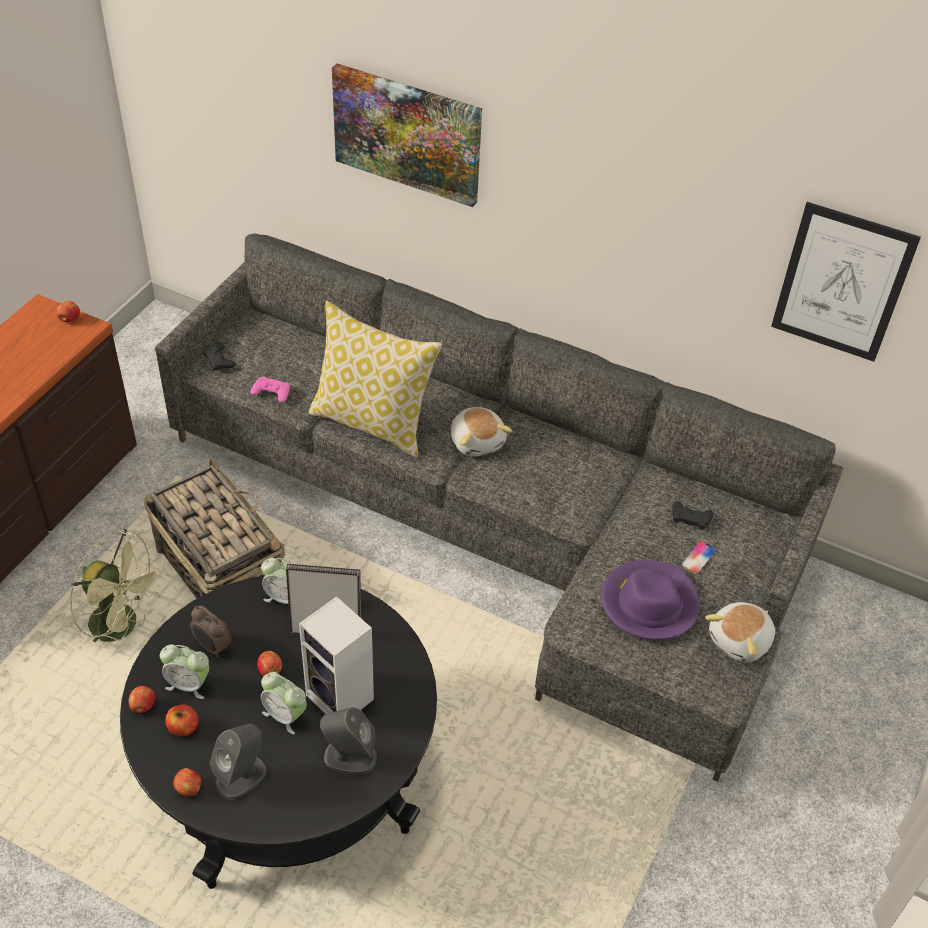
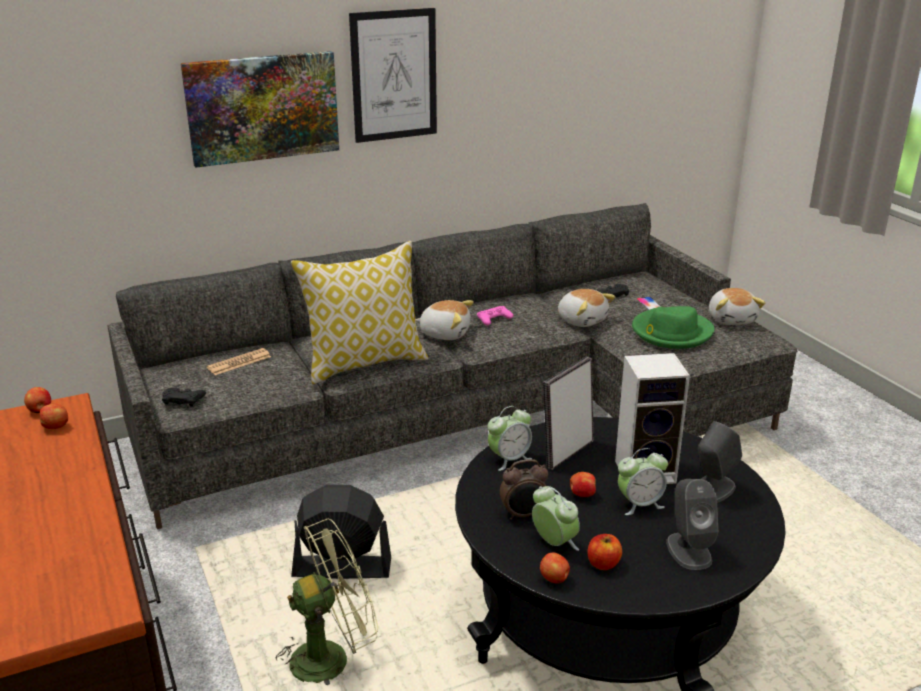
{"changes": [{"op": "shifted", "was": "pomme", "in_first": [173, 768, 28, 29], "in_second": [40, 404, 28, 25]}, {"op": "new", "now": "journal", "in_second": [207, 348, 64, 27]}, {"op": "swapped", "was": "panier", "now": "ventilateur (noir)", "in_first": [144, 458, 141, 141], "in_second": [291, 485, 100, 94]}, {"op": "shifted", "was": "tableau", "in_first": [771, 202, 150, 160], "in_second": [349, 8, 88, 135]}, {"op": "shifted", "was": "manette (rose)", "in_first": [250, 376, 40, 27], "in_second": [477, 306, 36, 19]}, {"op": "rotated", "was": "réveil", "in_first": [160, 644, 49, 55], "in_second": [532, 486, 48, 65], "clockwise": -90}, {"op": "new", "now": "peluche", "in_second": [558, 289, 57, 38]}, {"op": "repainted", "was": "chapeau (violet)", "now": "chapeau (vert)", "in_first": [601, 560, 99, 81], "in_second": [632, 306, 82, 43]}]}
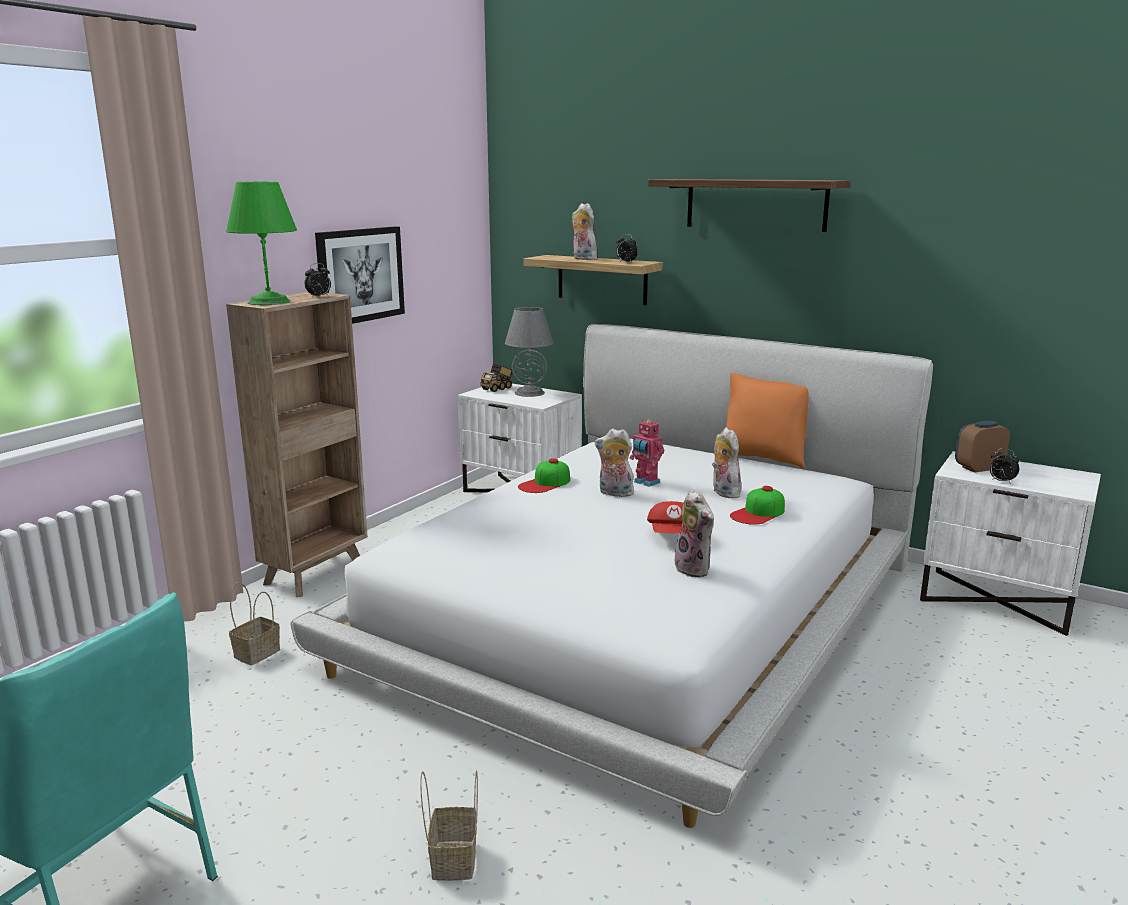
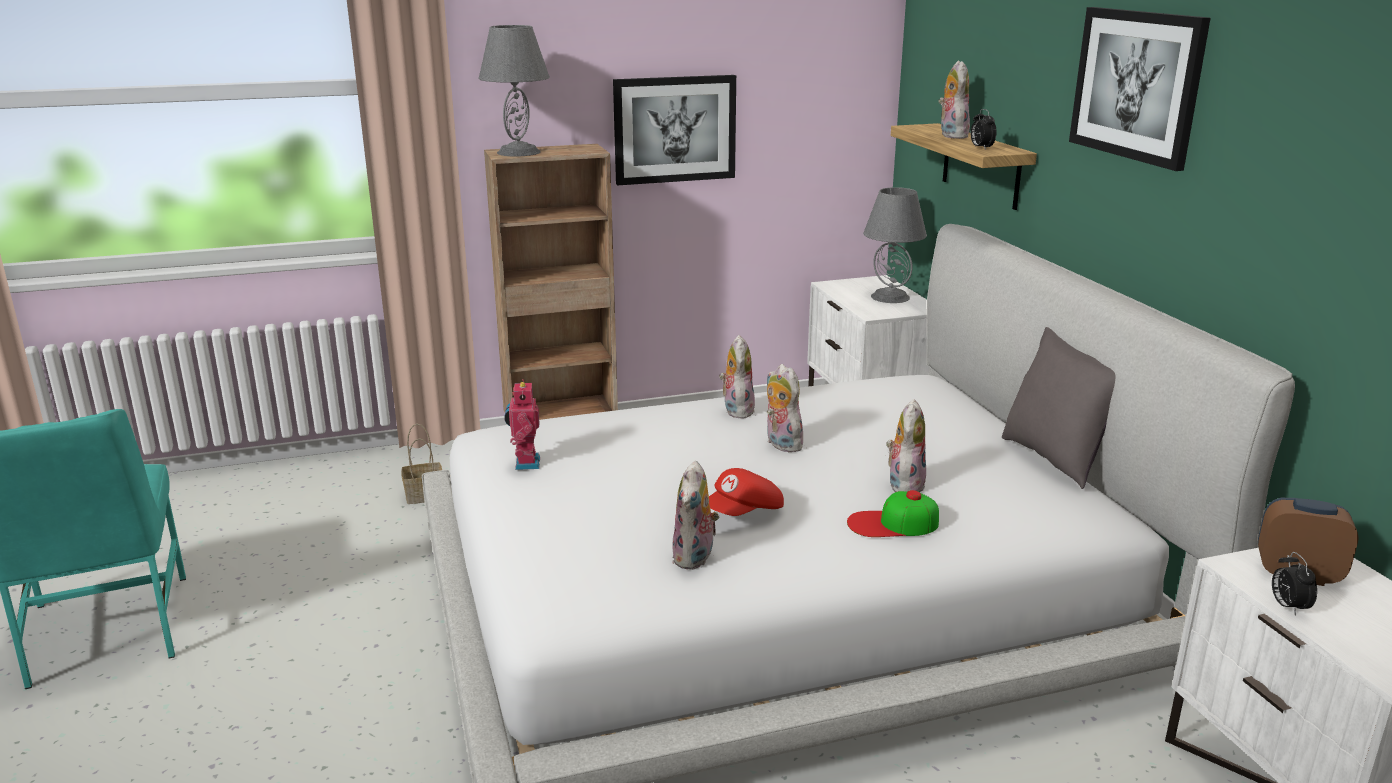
{"changes": [{"op": "repainted", "was": "lampe de table (vert)", "now": "lampe de table (gris)", "in_first": [226, 182, 71, 123], "in_second": [478, 25, 72, 131]}, {"op": "shifted", "was": "robot jouet", "in_first": [630, 419, 34, 68], "in_second": [504, 379, 36, 91]}, {"op": "swapped", "was": "casquette", "now": "peluche", "in_first": [518, 458, 52, 35], "in_second": [719, 335, 36, 83]}, {"op": "repainted", "was": "coussin (orange)", "now": "coussin (gris)", "in_first": [726, 373, 83, 96], "in_second": [1002, 327, 114, 162]}, {"op": "swapped", "was": "étagère", "now": "tableau", "in_first": [648, 179, 202, 53], "in_second": [1069, 7, 142, 164]}, {"op": "gone", "was": "réveil", "in_first": [305, 263, 26, 34]}, {"op": "gone", "was": "panier", "in_first": [420, 770, 58, 111]}, {"op": "gone", "was": "camion jouet", "in_first": [480, 364, 32, 28]}]}
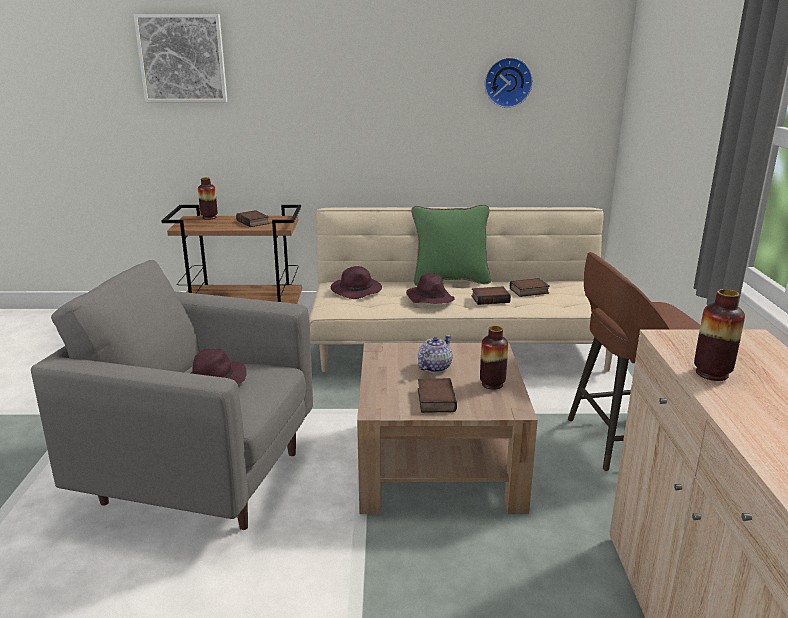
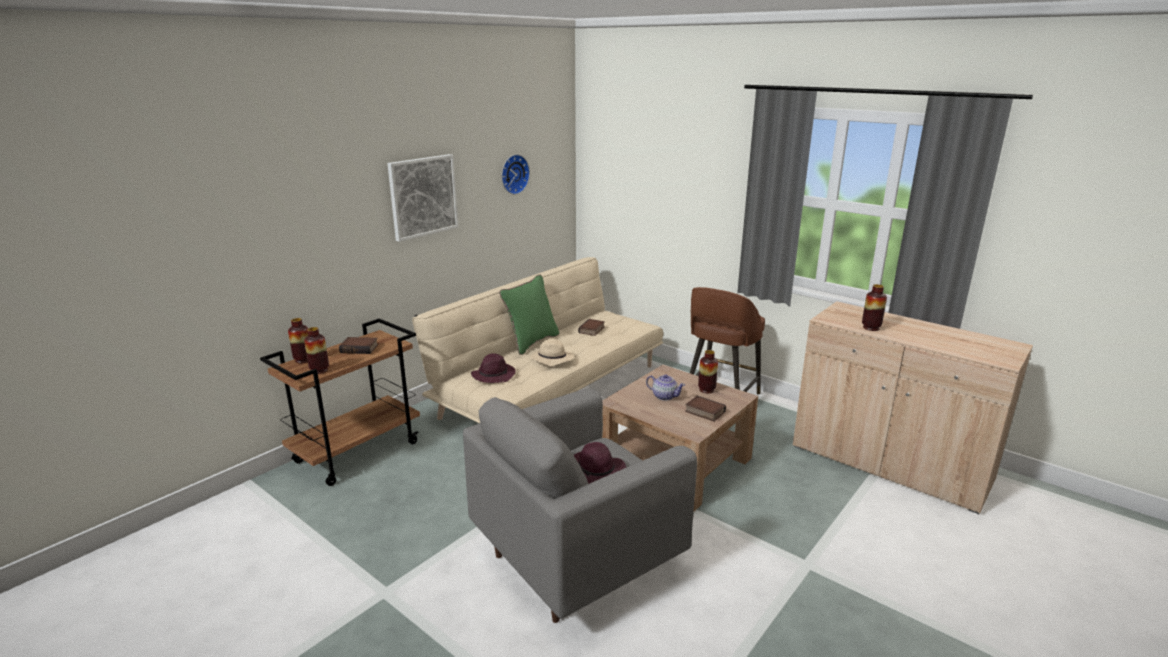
{"changes": [{"op": "new", "now": "vase", "in_second": [304, 327, 25, 47]}, {"op": "shifted", "was": "tableau", "in_first": [134, 14, 93, 88], "in_second": [387, 154, 71, 88]}, {"op": "repainted", "was": "chapeau (violet)", "now": "chapeau (beige)", "in_first": [406, 273, 49, 31], "in_second": [530, 339, 44, 27]}, {"op": "rotated", "was": "théière", "in_first": [418, 335, 35, 38], "in_second": [646, 374, 39, 27], "clockwise": 135}, {"op": "gone", "was": "livre", "in_first": [471, 287, 40, 18]}]}
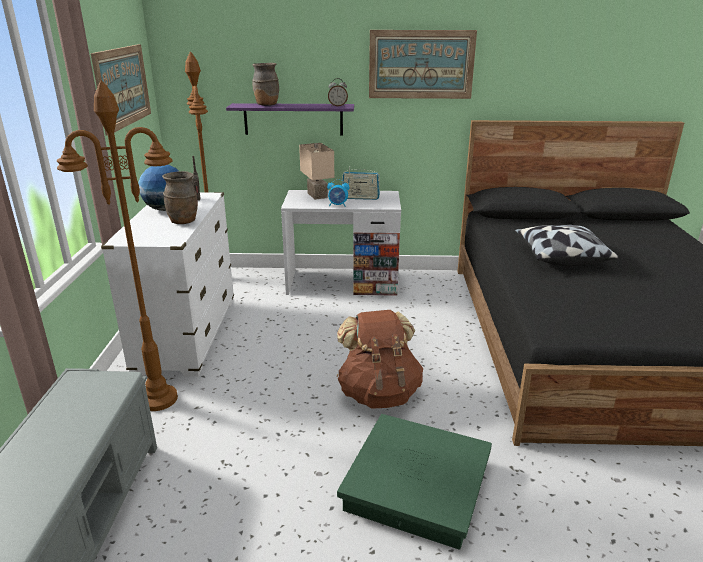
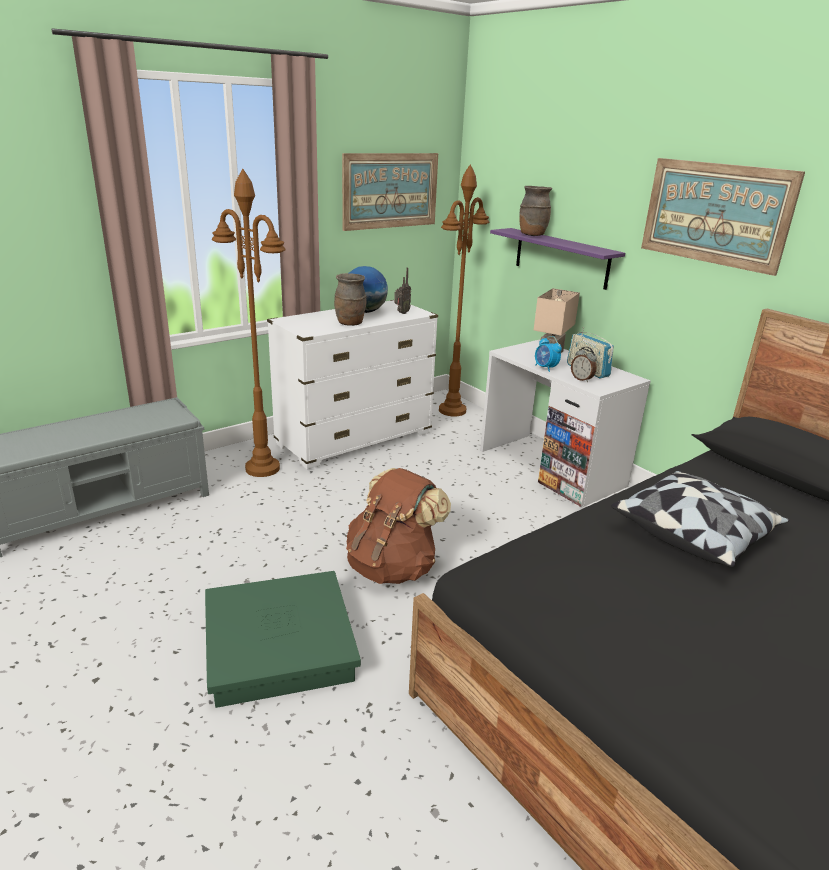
{"changes": [{"op": "shifted", "was": "réveil", "in_first": [328, 78, 20, 28], "in_second": [571, 347, 26, 35]}]}
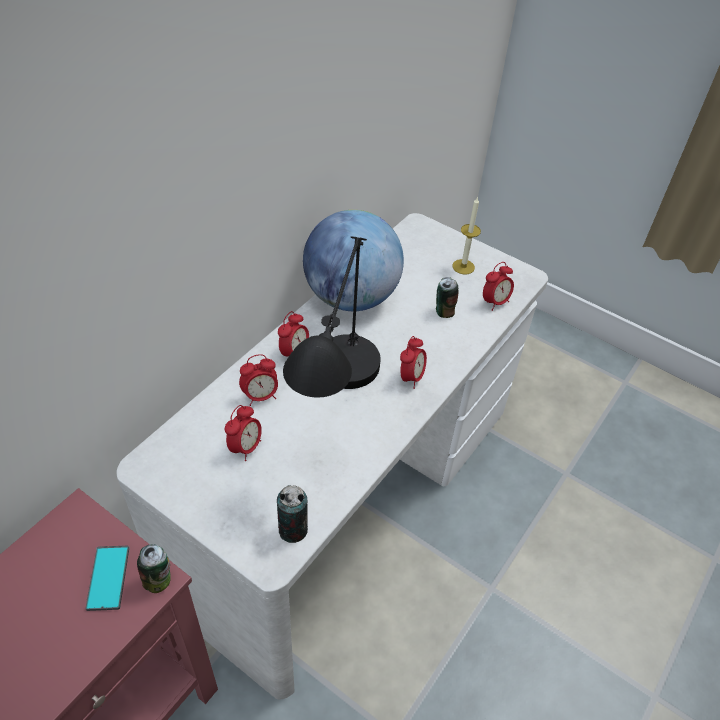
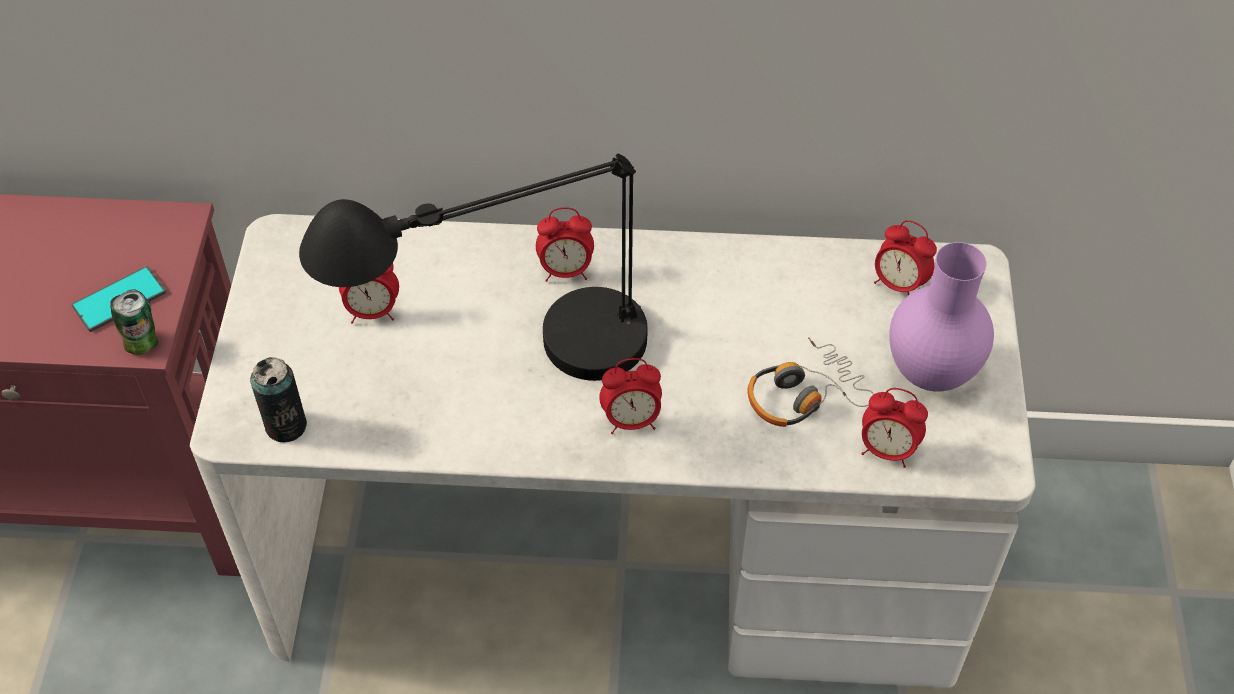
{"changes": [{"op": "swapped", "was": "boîte métallique", "now": "casque audio", "in_first": [436, 277, 22, 41], "in_second": [748, 338, 126, 89]}, {"op": "shifted", "was": "réveil", "in_first": [239, 354, 39, 52], "in_second": [874, 220, 63, 75]}, {"op": "swapped", "was": "bougie", "now": "vase (violet)", "in_first": [452, 196, 29, 79], "in_second": [889, 242, 105, 150]}, {"op": "gone", "was": "globe", "in_first": [303, 210, 101, 101]}]}
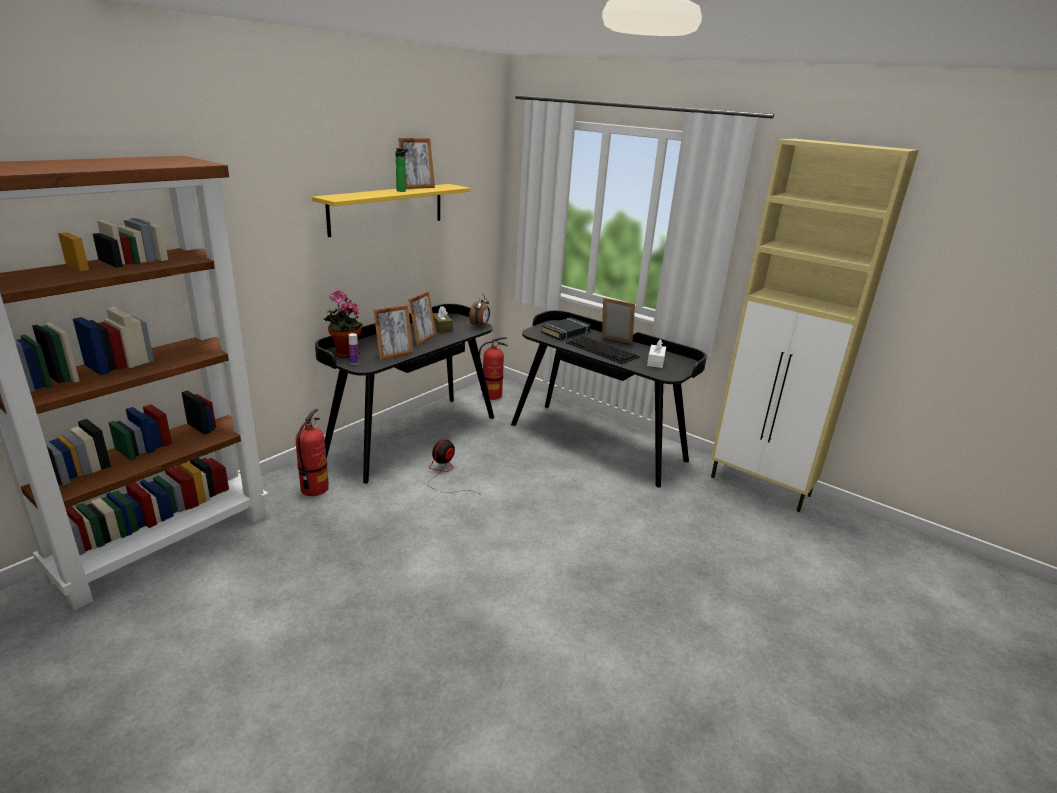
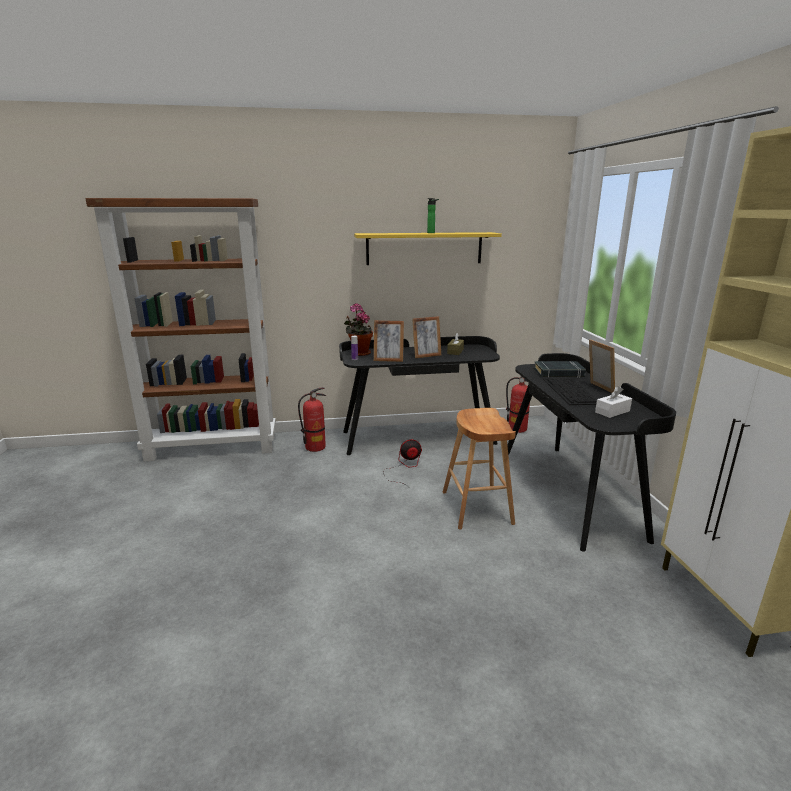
{"changes": [{"op": "new", "now": "tabouret (marron)", "in_second": [443, 408, 73, 122]}, {"op": "gone", "was": "cadre photo", "in_first": [398, 138, 37, 51]}, {"op": "gone", "was": "réveil", "in_first": [469, 294, 21, 33]}]}
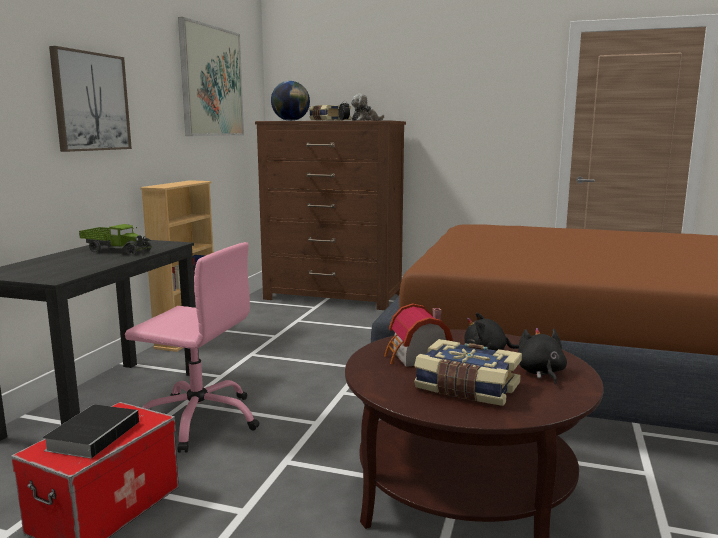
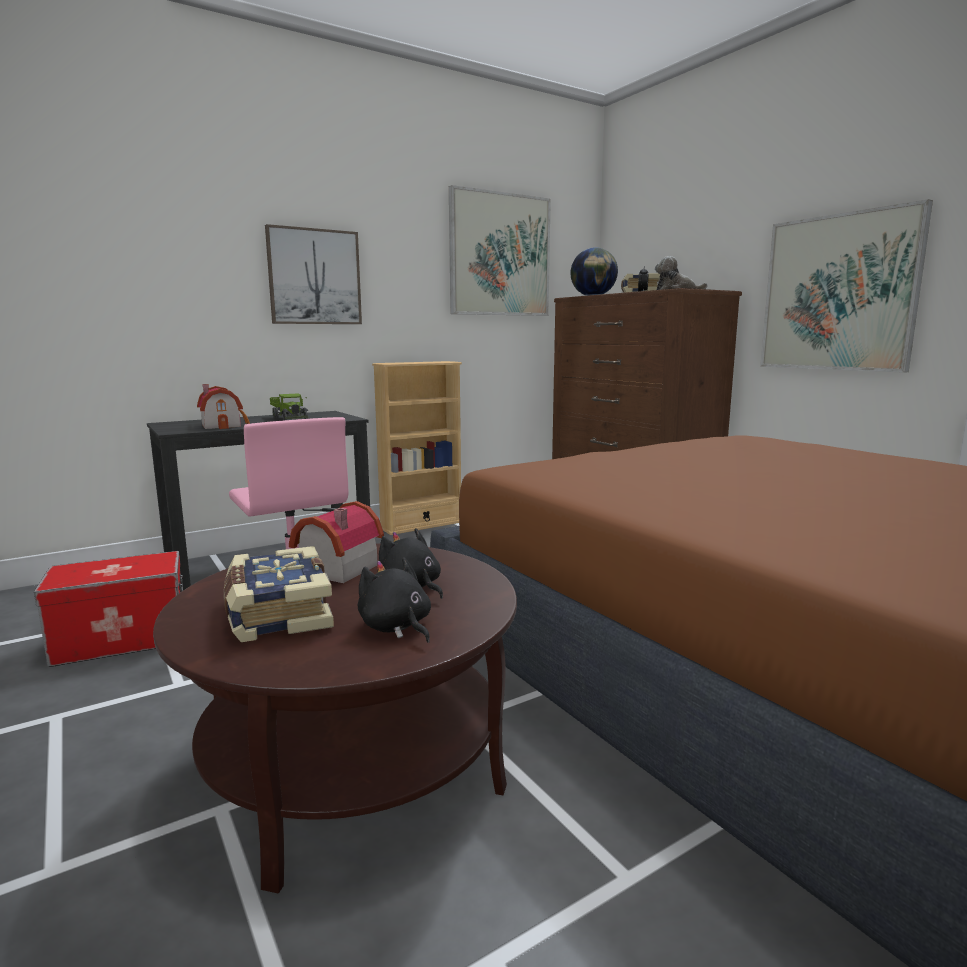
{"changes": [{"op": "new", "now": "maison miniature", "in_second": [197, 384, 53, 45]}, {"op": "rotated", "was": "peluche (noir)", "in_first": [518, 328, 49, 57], "in_second": [358, 557, 73, 86], "clockwise": -75}, {"op": "new", "now": "tableau", "in_second": [760, 199, 173, 174]}, {"op": "gone", "was": "livre", "in_first": [43, 404, 101, 54]}]}
